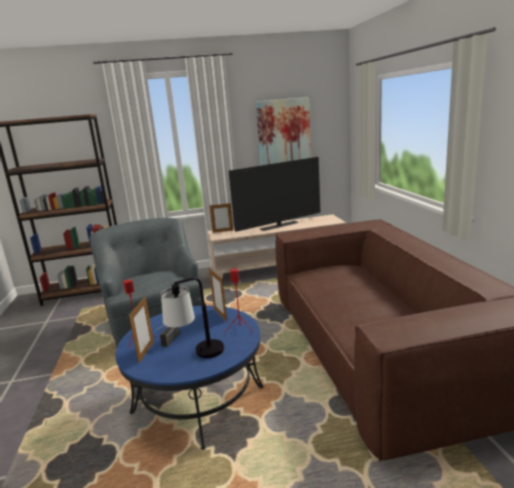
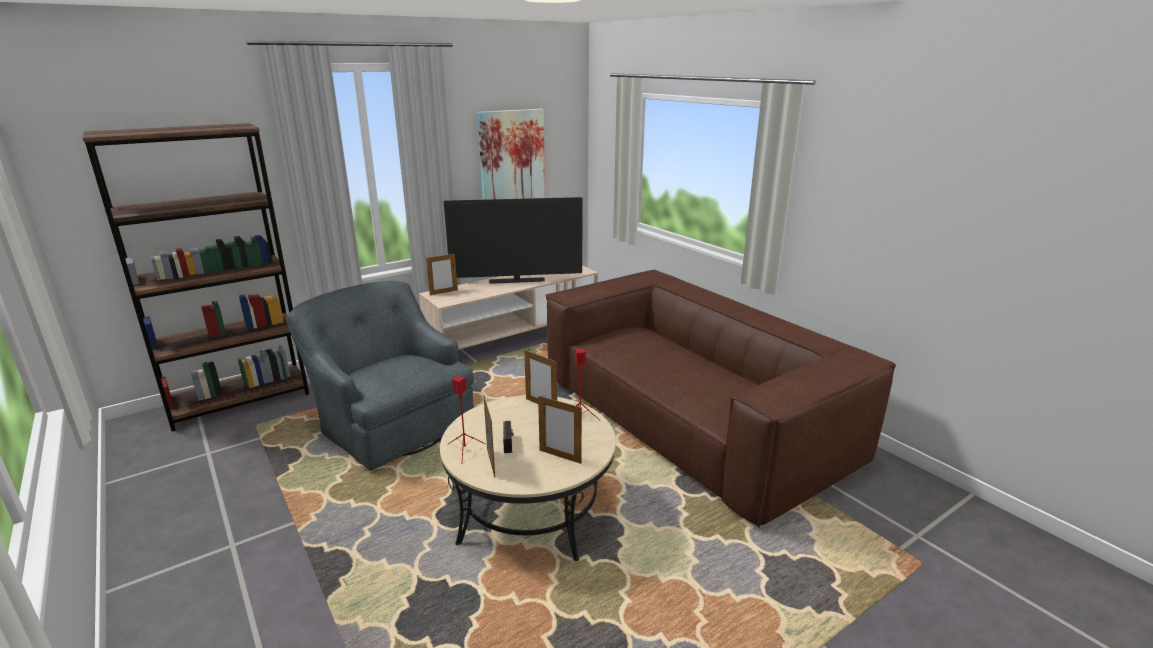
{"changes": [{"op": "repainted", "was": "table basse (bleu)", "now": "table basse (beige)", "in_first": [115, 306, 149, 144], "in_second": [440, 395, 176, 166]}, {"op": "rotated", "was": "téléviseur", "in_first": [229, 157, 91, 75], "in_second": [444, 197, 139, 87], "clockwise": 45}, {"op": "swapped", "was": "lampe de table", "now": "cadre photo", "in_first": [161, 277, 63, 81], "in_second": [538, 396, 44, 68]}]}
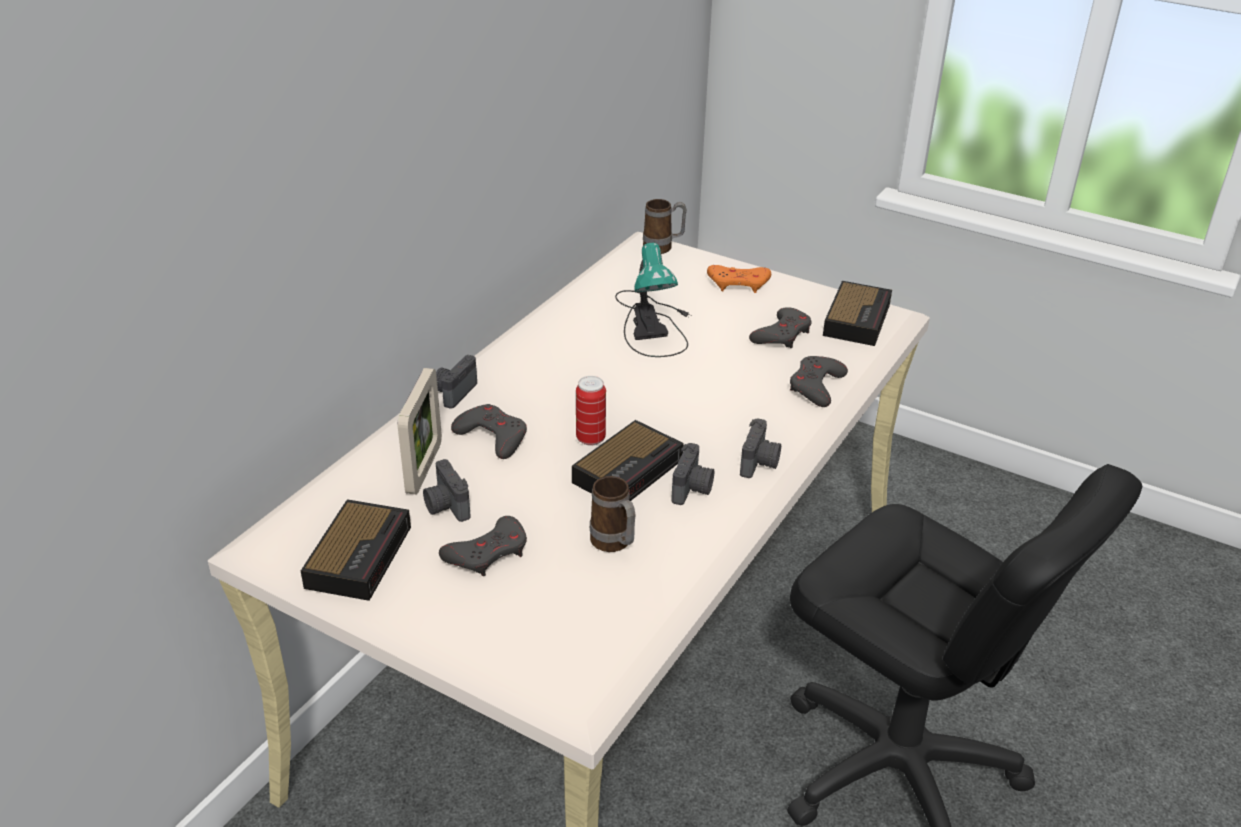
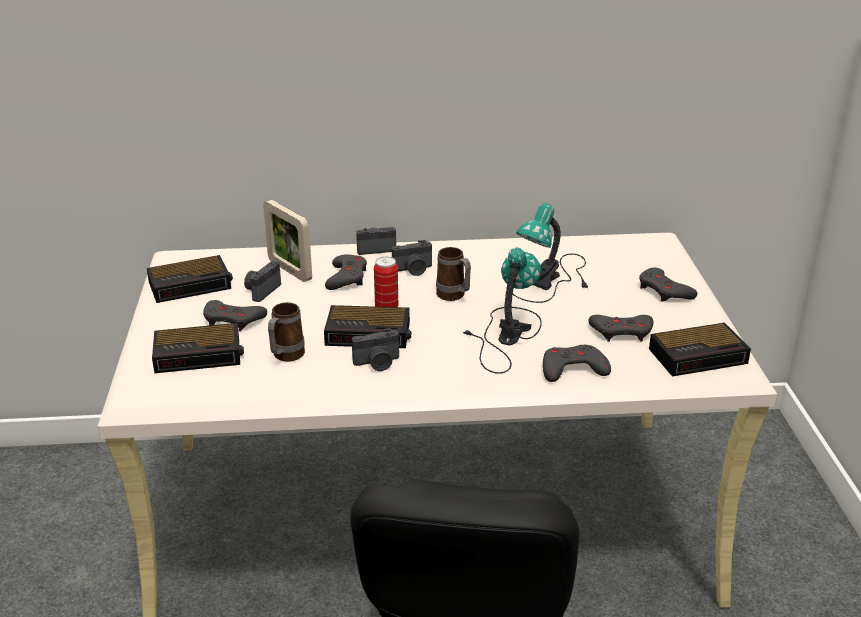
{"changes": [{"op": "new", "now": "réveil", "in_second": [152, 323, 92, 50]}, {"op": "rotated", "was": "cadre photo", "in_first": [398, 368, 44, 127], "in_second": [263, 200, 49, 82], "clockwise": 75}, {"op": "shifted", "was": "appareil photo", "in_first": [740, 418, 41, 60], "in_second": [392, 240, 40, 36]}, {"op": "shifted", "was": "mug", "in_first": [643, 199, 44, 55], "in_second": [436, 247, 35, 54]}, {"op": "new", "now": "lampe de table", "in_second": [462, 247, 80, 126]}, {"op": "repainted", "was": "manette (orange)", "now": "manette (gris)", "in_first": [707, 265, 64, 28], "in_second": [639, 267, 58, 35]}]}
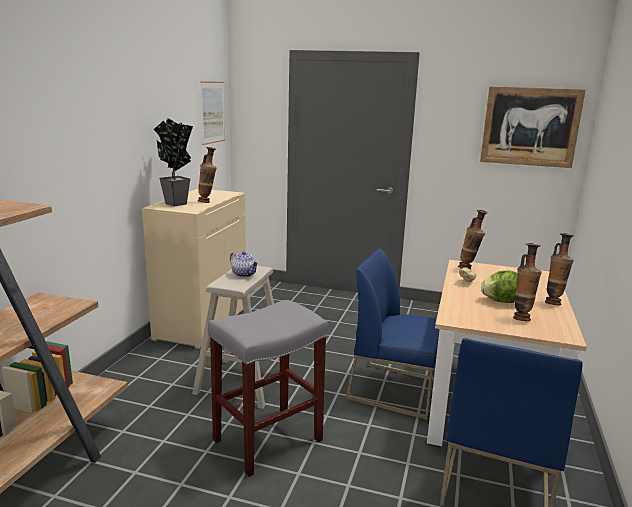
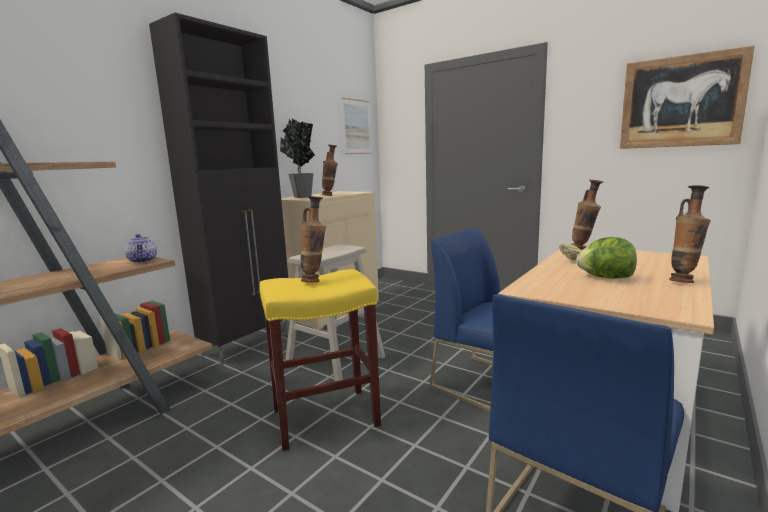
{"changes": [{"op": "shifted", "was": "théière", "in_first": [230, 251, 29, 26], "in_second": [124, 234, 33, 29]}, {"op": "new", "now": "meuble de rangement (noir)", "in_second": [149, 13, 140, 352]}, {"op": "repainted", "was": "tabouret (gris)", "now": "tabouret (jaune)", "in_first": [208, 300, 120, 177], "in_second": [259, 269, 122, 182]}, {"op": "shifted", "was": "vase", "in_first": [513, 243, 29, 78], "in_second": [301, 196, 25, 87]}]}
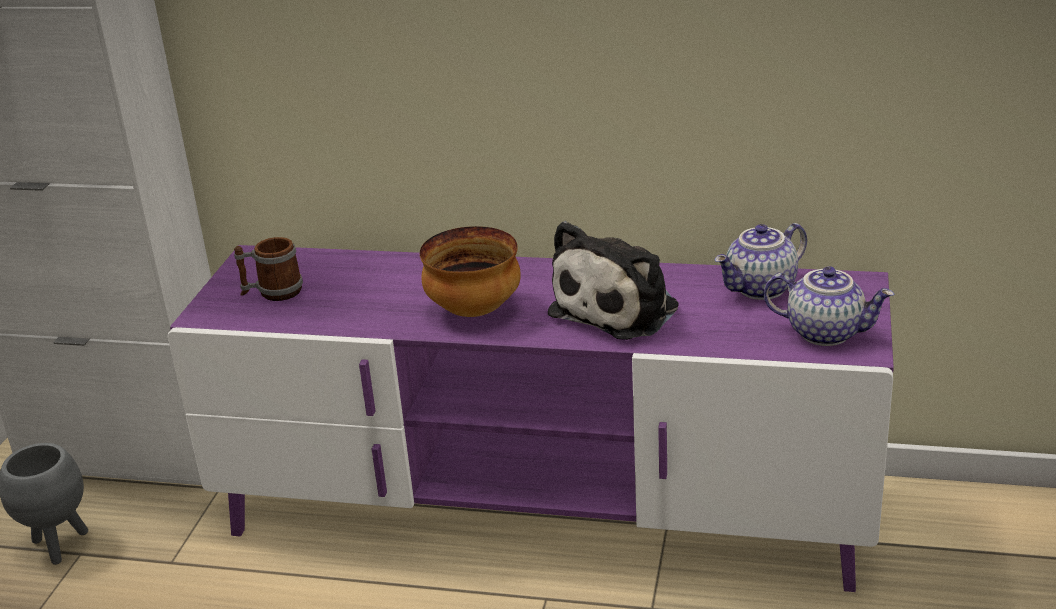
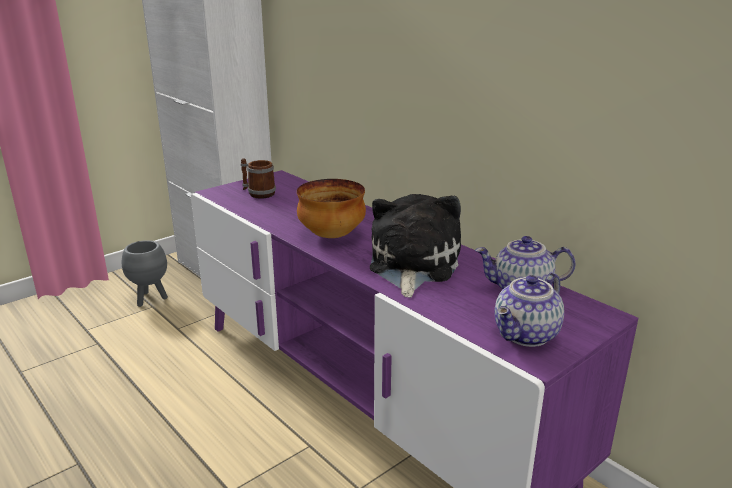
{"changes": [{"op": "rotated", "was": "peluche", "in_first": [548, 221, 131, 119], "in_second": [370, 194, 91, 104], "clockwise": 120}, {"op": "rotated", "was": "théière", "in_first": [764, 266, 130, 80], "in_second": [494, 272, 70, 75], "clockwise": 75}]}
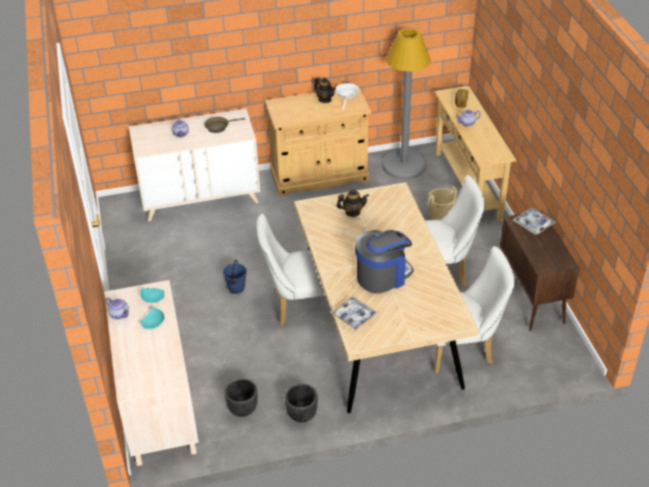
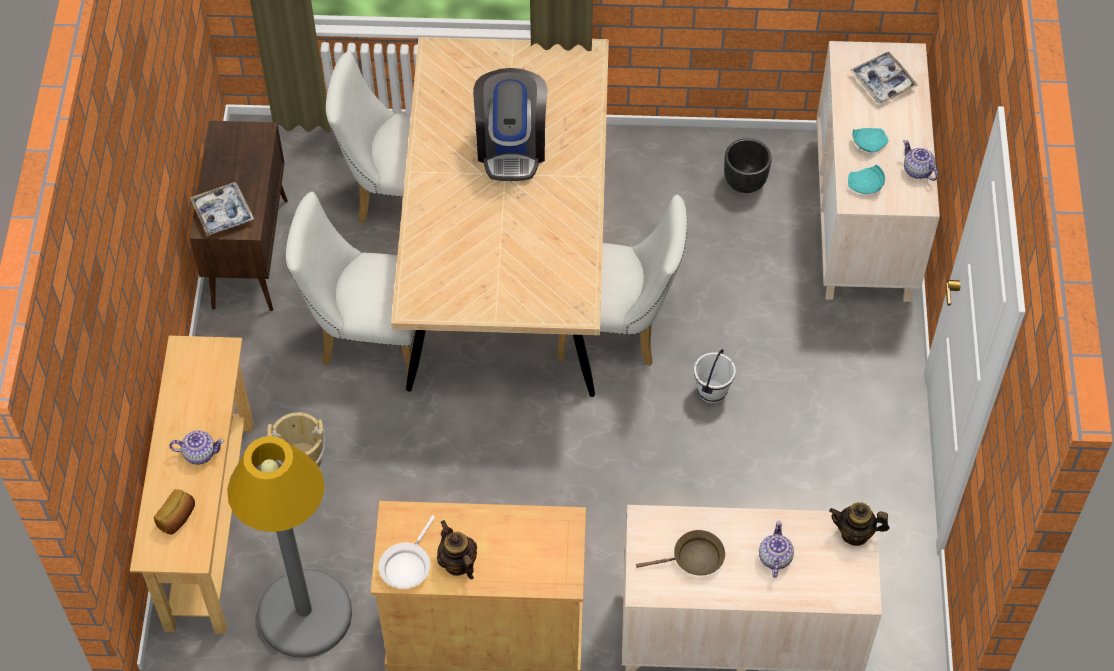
{"changes": [{"op": "rotated", "was": "machine à café", "in_first": [355, 230, 59, 64], "in_second": [473, 68, 74, 113], "clockwise": -75}, {"op": "repainted", "was": "seau (bleu)", "now": "seau (blanc)", "in_first": [223, 260, 24, 34], "in_second": [694, 349, 42, 54]}, {"op": "shifted", "was": "théière", "in_first": [336, 189, 33, 28], "in_second": [829, 502, 61, 44]}, {"op": "shifted", "was": "plateau", "in_first": [330, 296, 48, 34], "in_second": [850, 52, 68, 52]}, {"op": "gone", "was": "cache-pot (noir)", "in_first": [285, 384, 33, 38]}]}
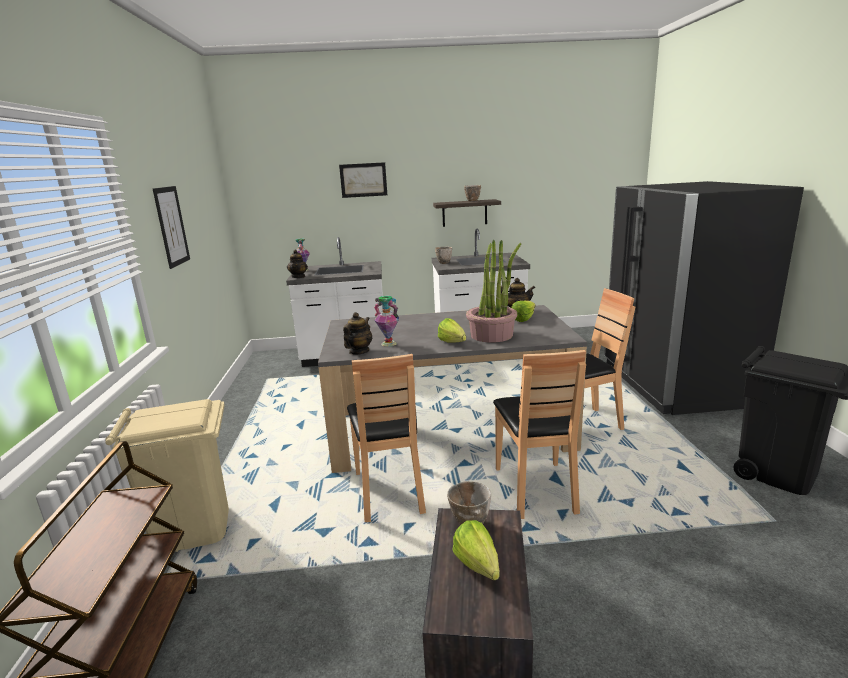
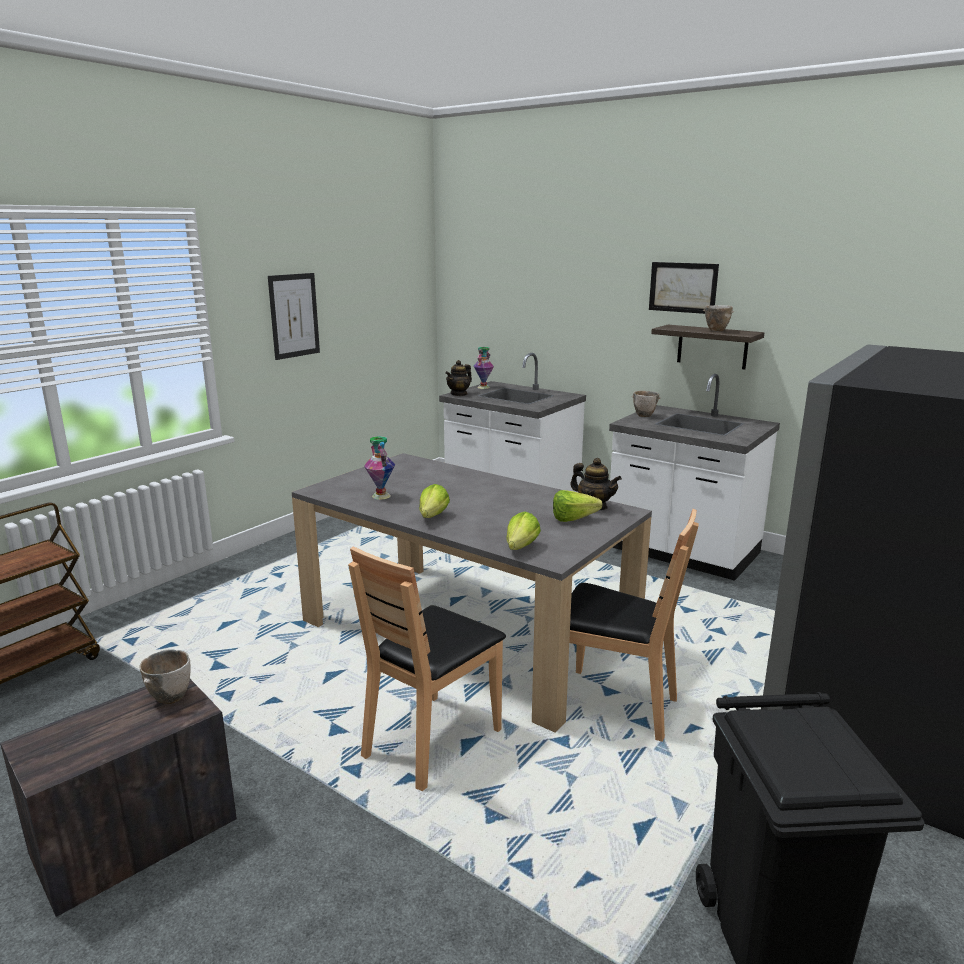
{"changes": [{"op": "shifted", "was": "laitue", "in_first": [452, 520, 48, 60], "in_second": [507, 511, 34, 39]}, {"op": "shifted", "was": "tableau", "in_first": [339, 162, 48, 36], "in_second": [649, 262, 70, 52]}, {"op": "gone", "was": "poubelle (beige)", "in_first": [105, 399, 124, 153]}, {"op": "gone", "was": "théière", "in_first": [343, 312, 29, 43]}, {"op": "gone", "was": "chaise (marron)", "in_first": [347, 354, 79, 168]}, {"op": "gone", "was": "plante en pot", "in_first": [466, 240, 55, 103]}]}
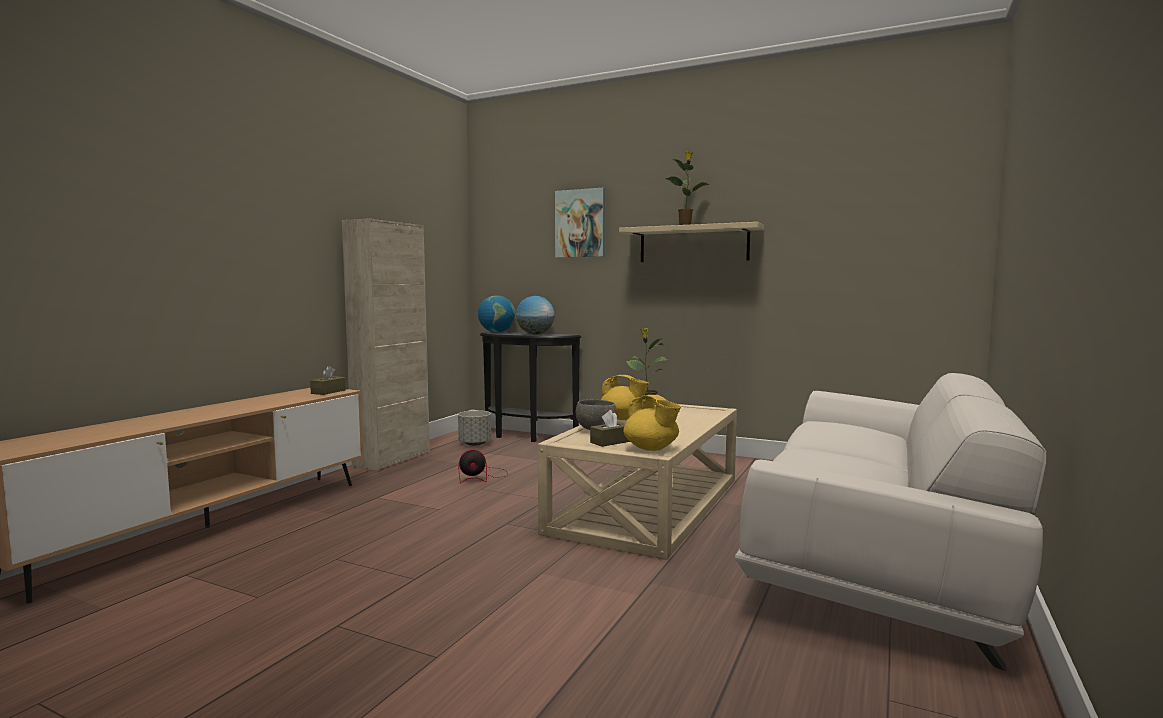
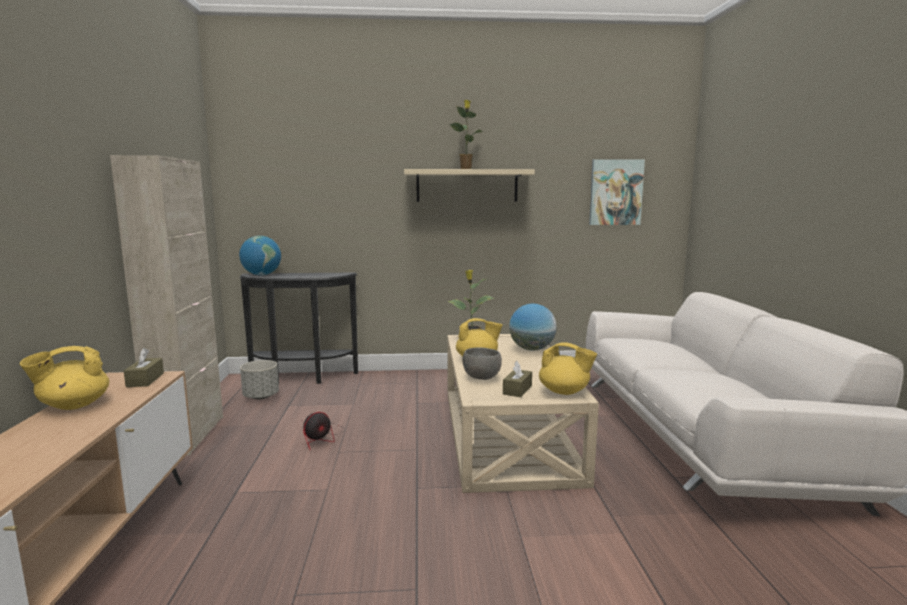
{"changes": [{"op": "new", "now": "théière (jaune)", "in_second": [20, 346, 89, 64]}, {"op": "shifted", "was": "globe", "in_first": [516, 296, 39, 38], "in_second": [509, 303, 48, 48]}, {"op": "shifted", "was": "tableau", "in_first": [555, 188, 50, 70], "in_second": [589, 159, 56, 66]}]}
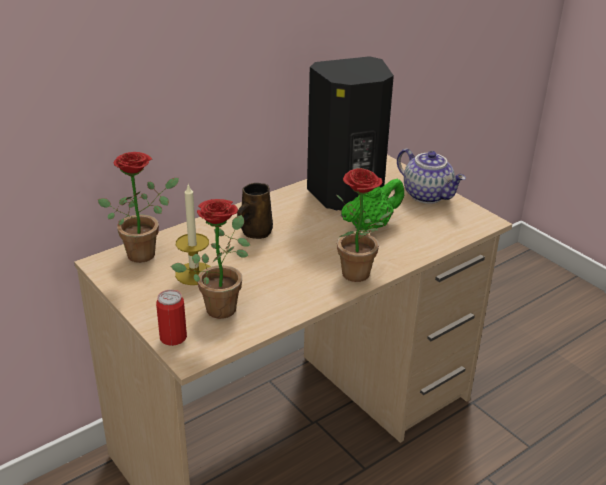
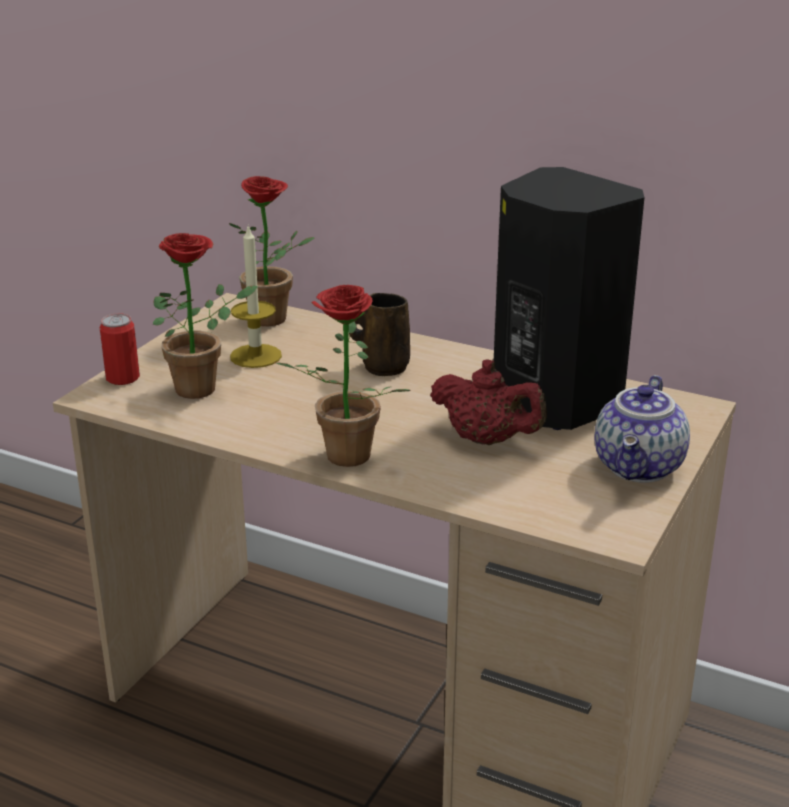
{"changes": [{"op": "repainted", "was": "théière (vert)", "now": "théière (rouge)", "in_first": [341, 179, 63, 53], "in_second": [430, 359, 117, 86]}]}
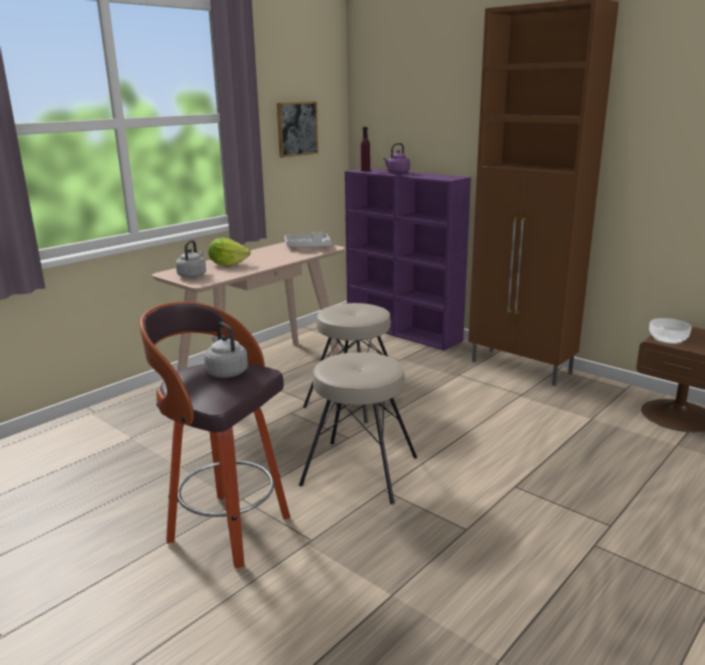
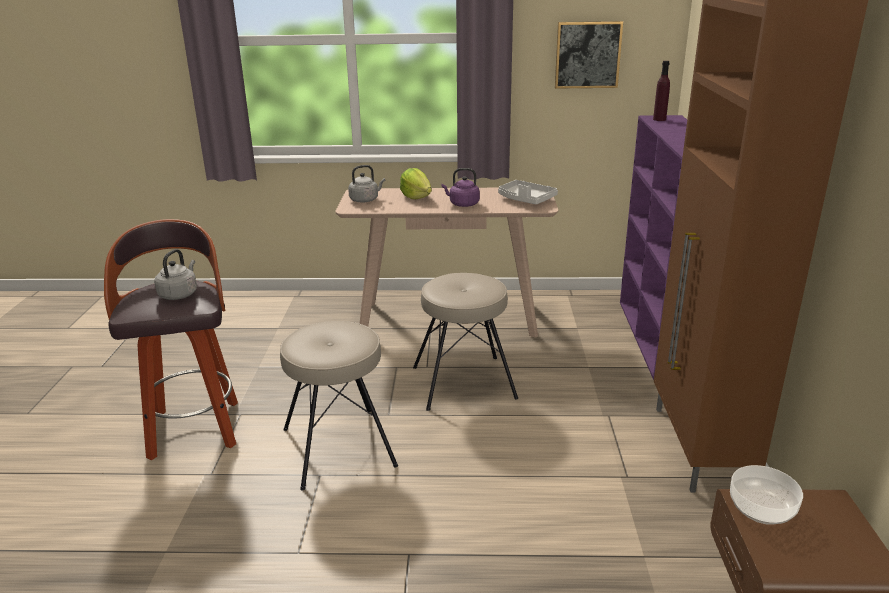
{"changes": [{"op": "shifted", "was": "bouilloire (violet)", "in_first": [383, 143, 27, 31], "in_second": [442, 168, 38, 39]}]}
